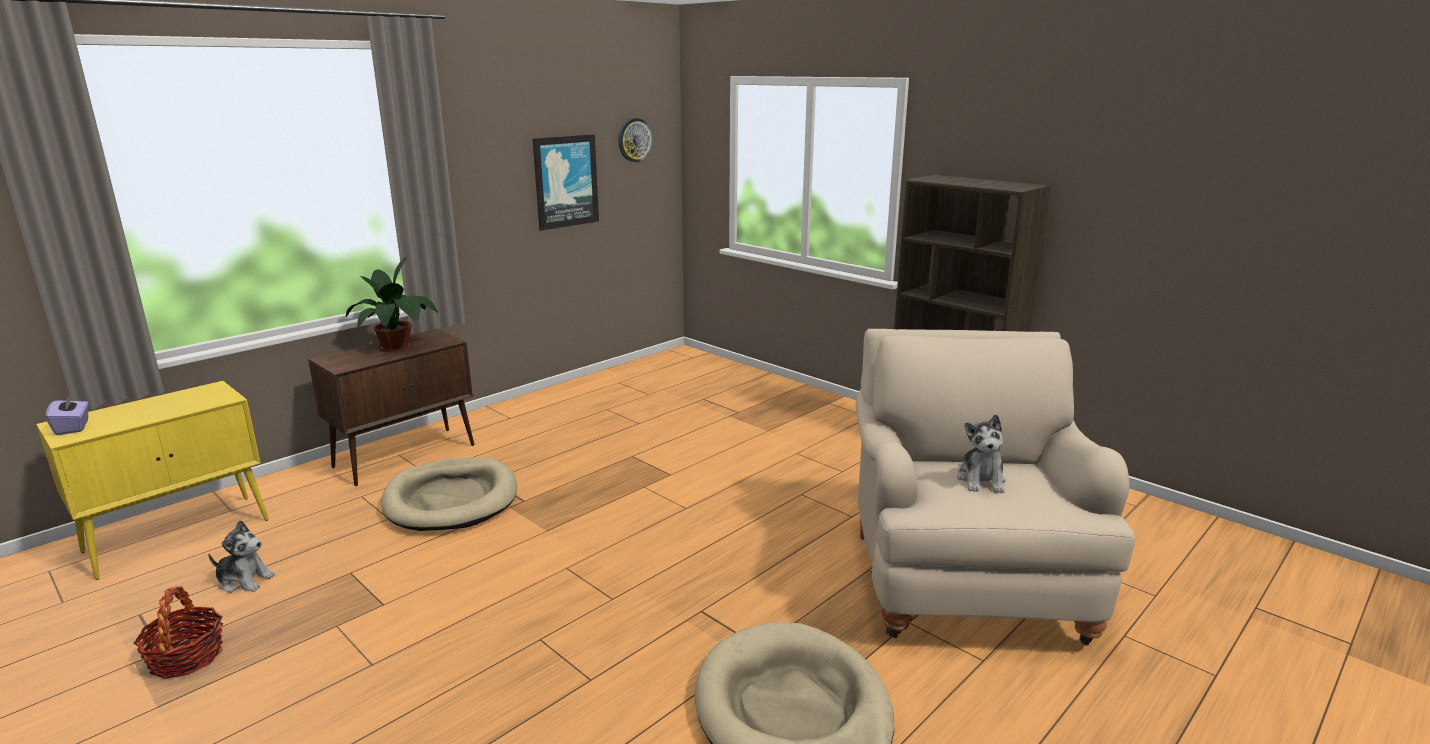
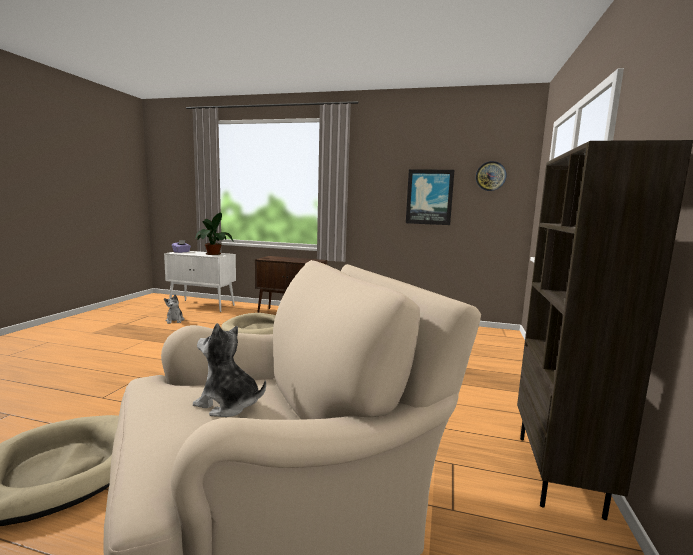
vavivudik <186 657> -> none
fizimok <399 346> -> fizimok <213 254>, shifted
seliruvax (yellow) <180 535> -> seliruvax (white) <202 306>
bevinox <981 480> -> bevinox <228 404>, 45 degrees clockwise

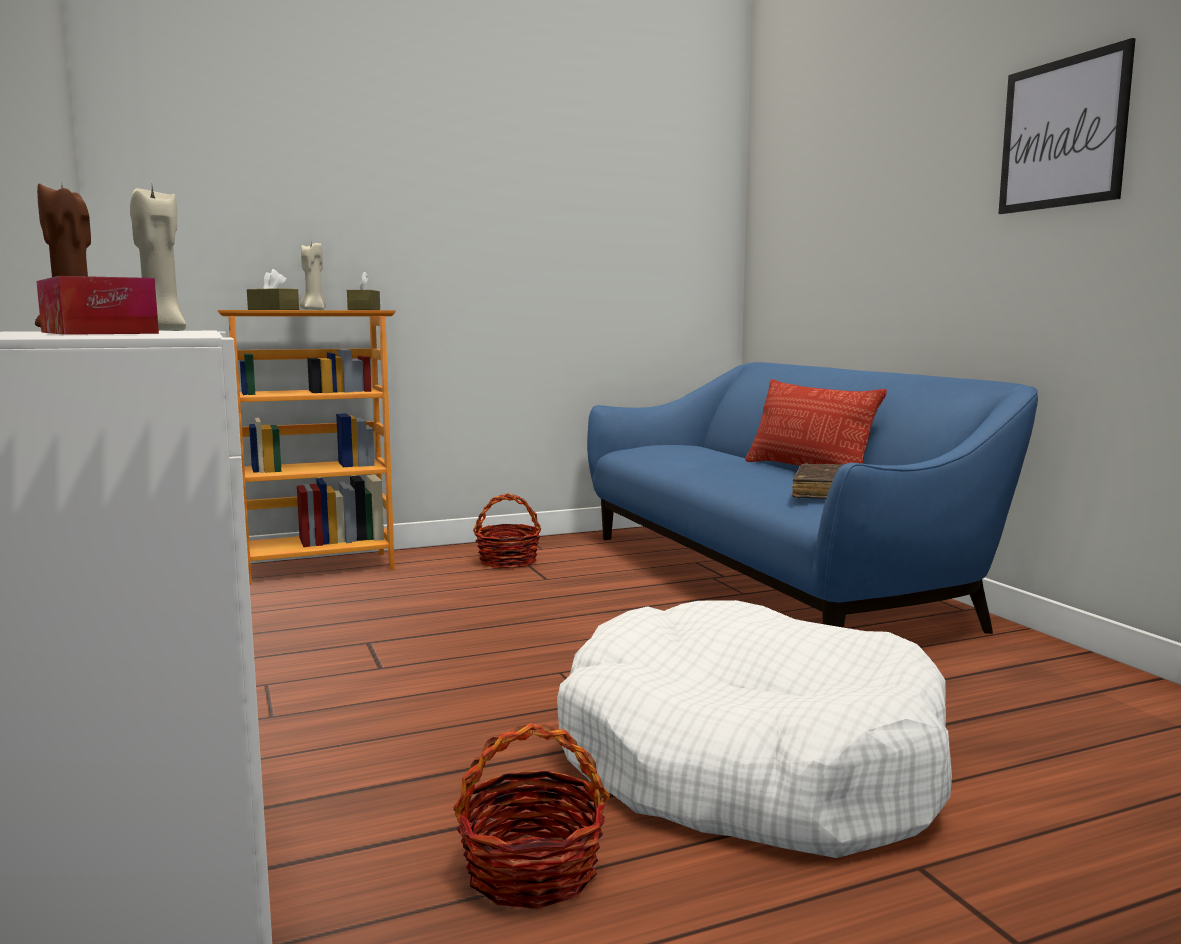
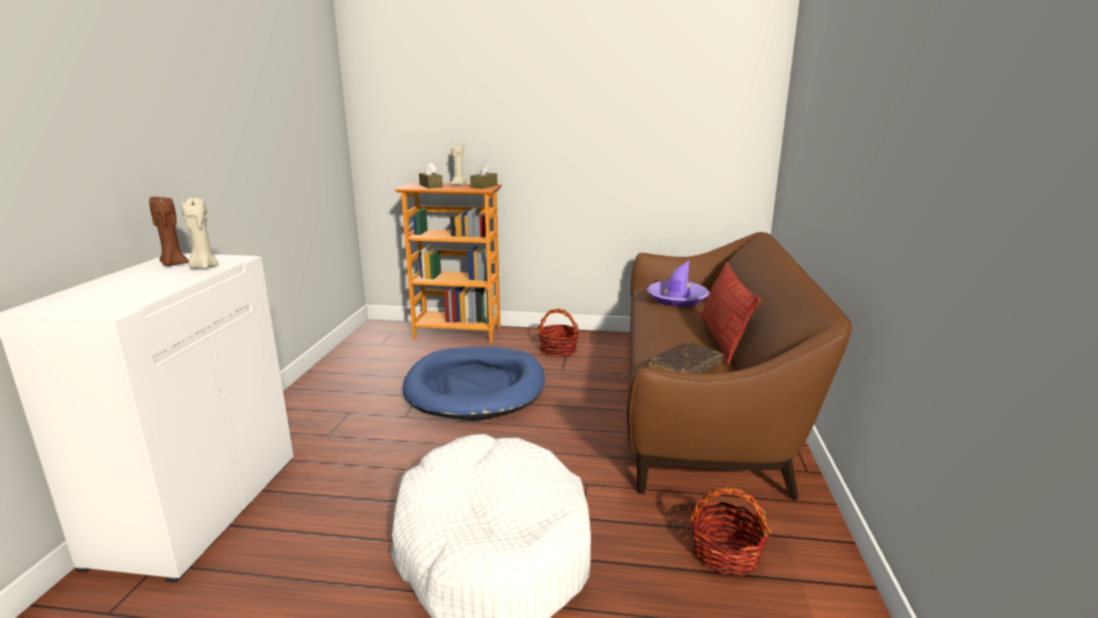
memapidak <97 333> -> none
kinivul <1062 133> -> none
none -> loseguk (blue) <475 387>
none -> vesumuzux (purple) <677 299>
vavivudik <531 871> -> vavivudik <725 554>, shifted
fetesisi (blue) <771 579> -> fetesisi (brown) <702 404>

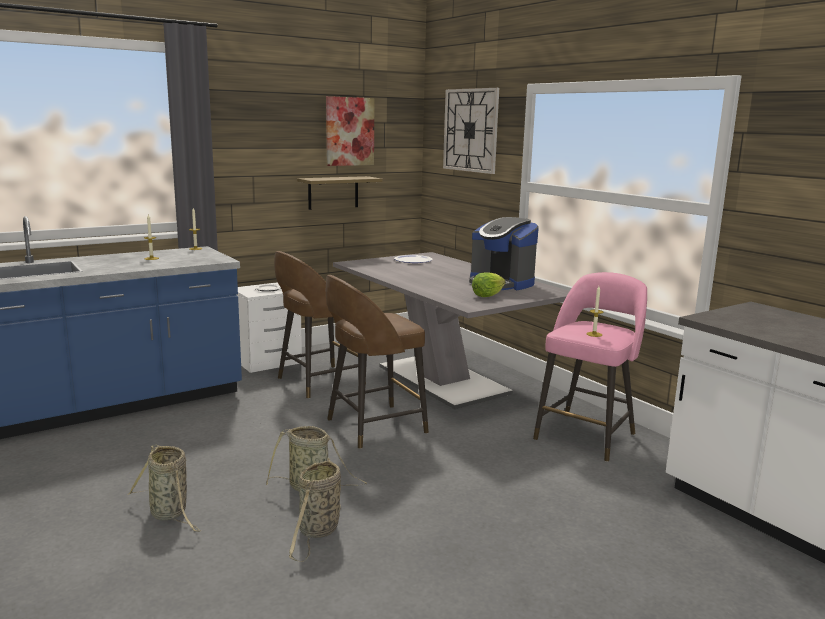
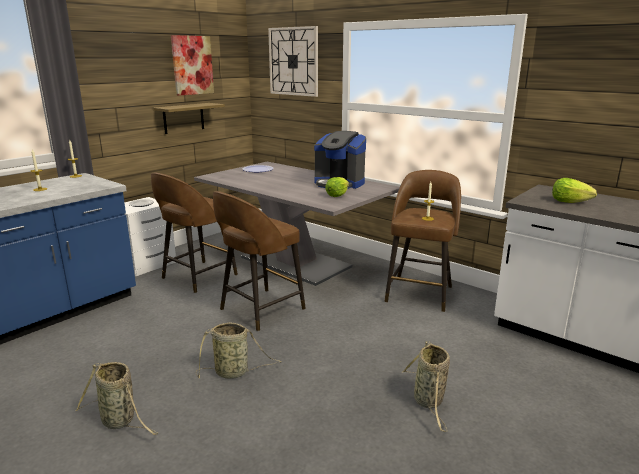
none -> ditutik <569 202>
vavivudik <318 532> -> vavivudik <429 402>, shifted
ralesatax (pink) <586 435> -> ralesatax (brown) <419 293>

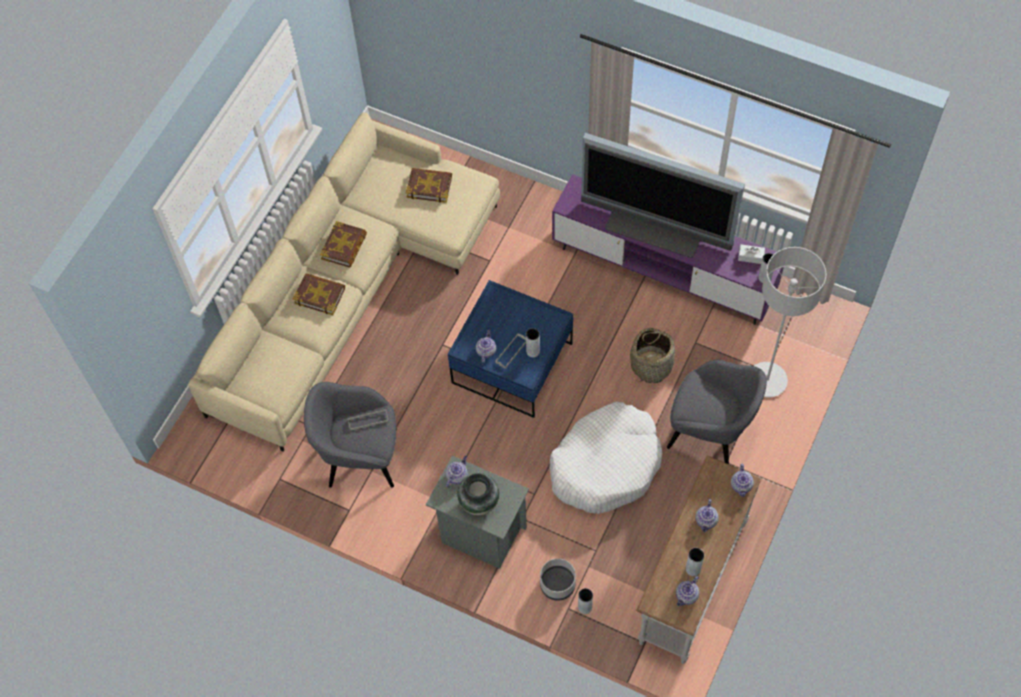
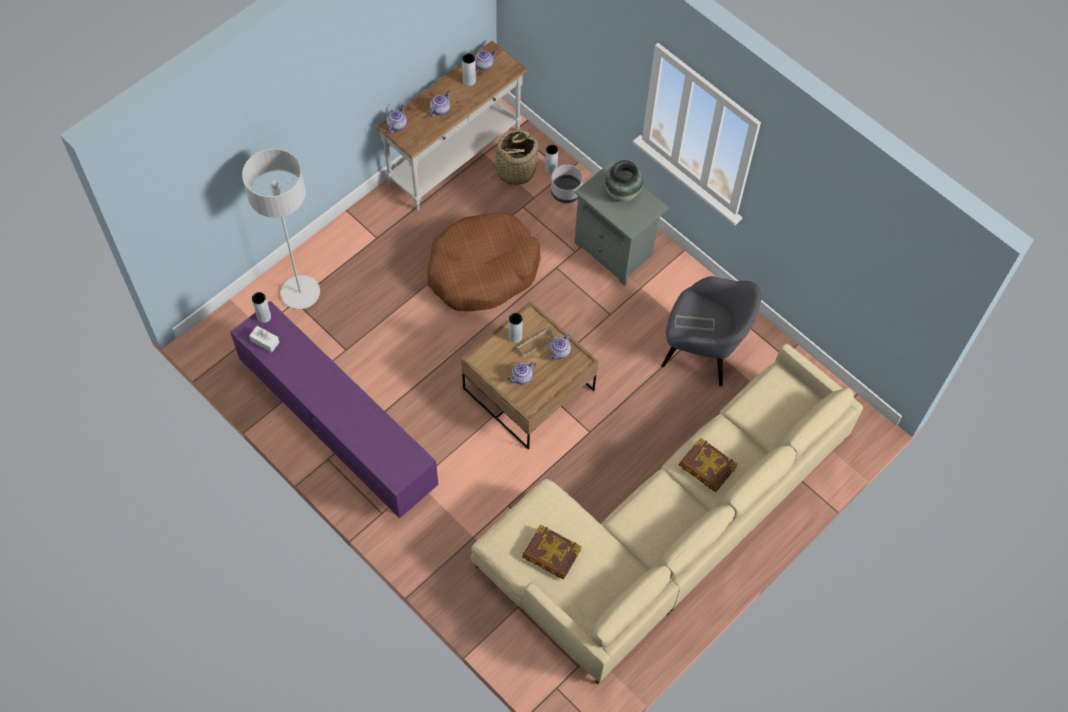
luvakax <344 247> -> none
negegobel <655 228> -> none
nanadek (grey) <710 432> -> none
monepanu <457 475> -> monepanu <521 377>, shifted
vavivudik <651 365> -> vavivudik <515 170>, shifted
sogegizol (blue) <512 363> -> sogegizol (brown) <528 389>
loseguk (white) <606 464> -> loseguk (brown) <482 270>

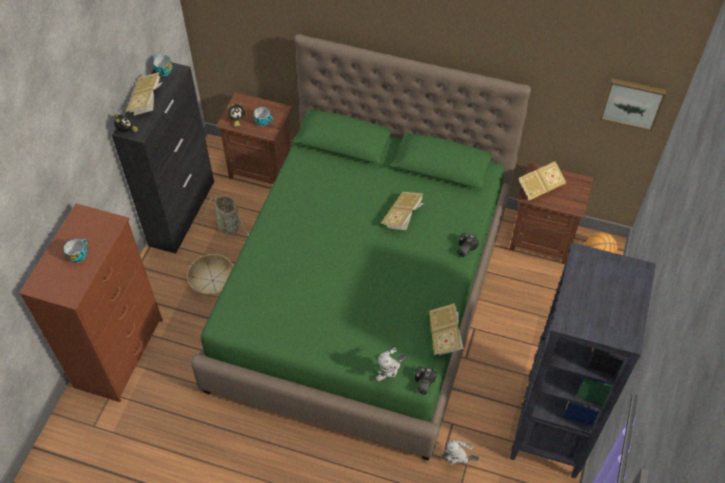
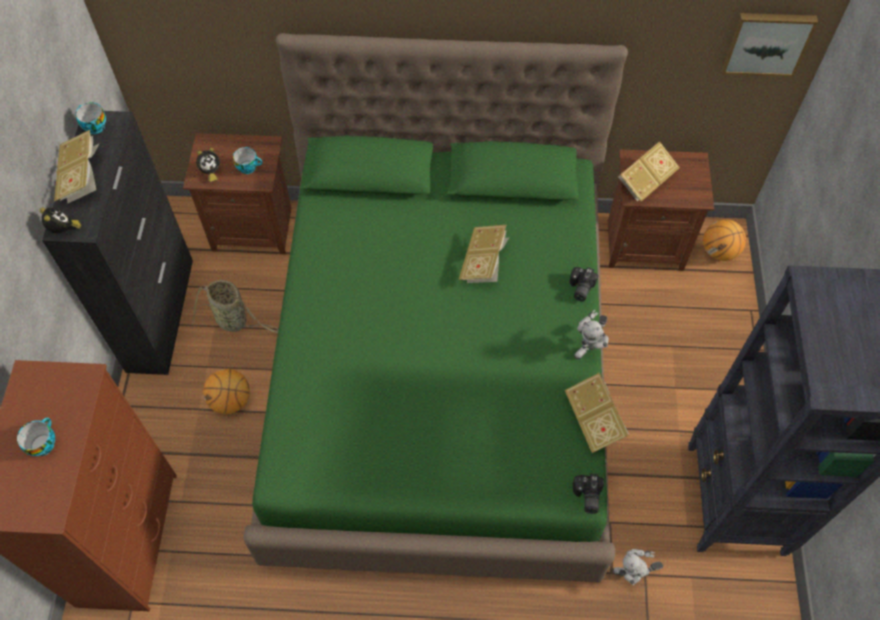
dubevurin <390 375> -> dubevurin <589 347>, shifted
vavivudik <212 280> -> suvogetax <231 401>

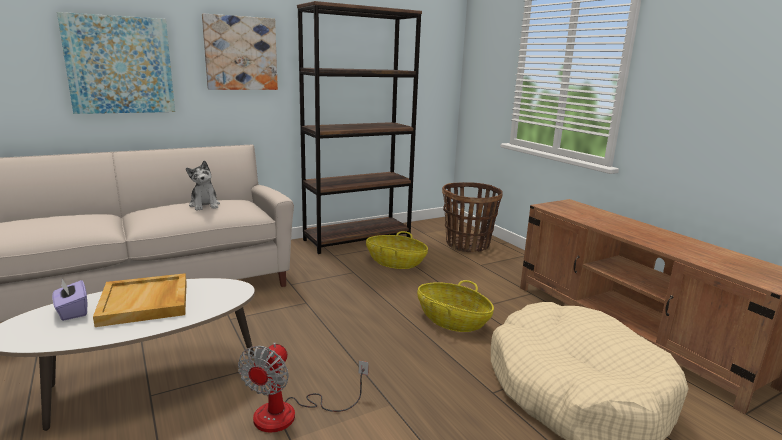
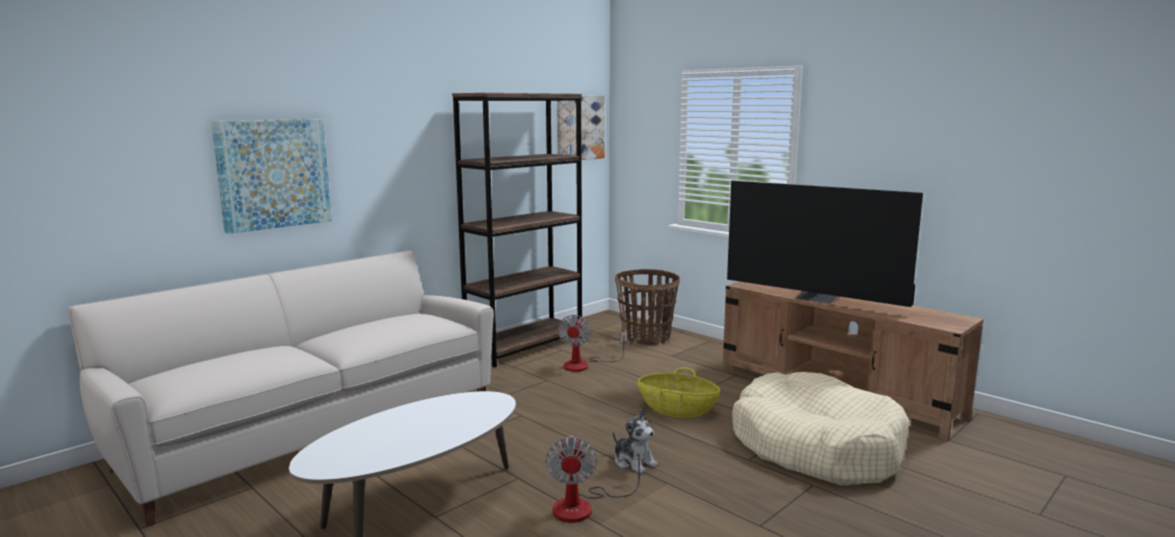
memapidak (purple) <72 311> -> none
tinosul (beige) <145 302> -> none
none -> negegobel <816 298>
bevinox <205 205> -> bevinox <634 462>, shifted
kinivul <240 53> -> kinivul <579 127>, shifted
vavivudik <395 262> -> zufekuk <584 365>

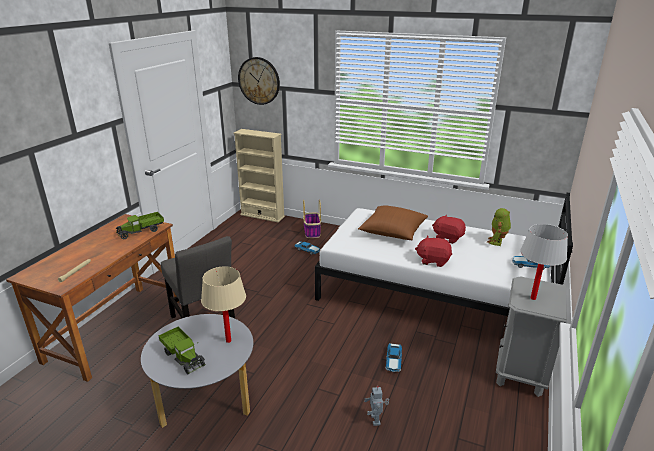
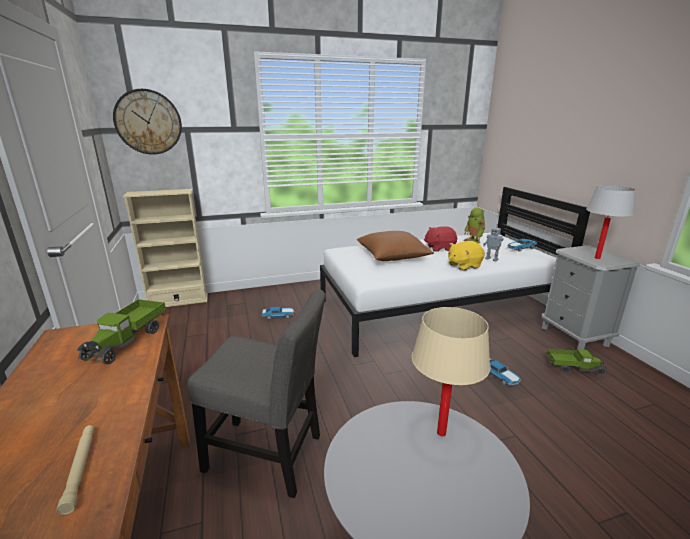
vavivudik <312 232> -> none
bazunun <183 356> -> bazunun <573 368>, shifted
dubevurin <376 420> -> dubevurin <492 259>, shifted
bevinox (red) <433 260> -> bevinox (yellow) <463 266>

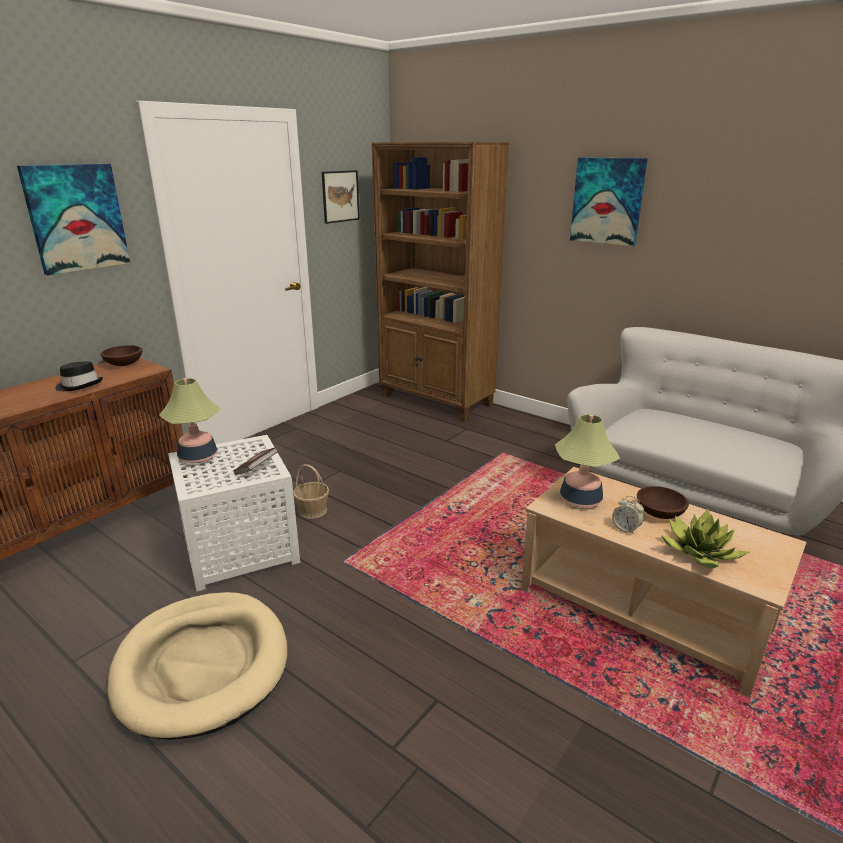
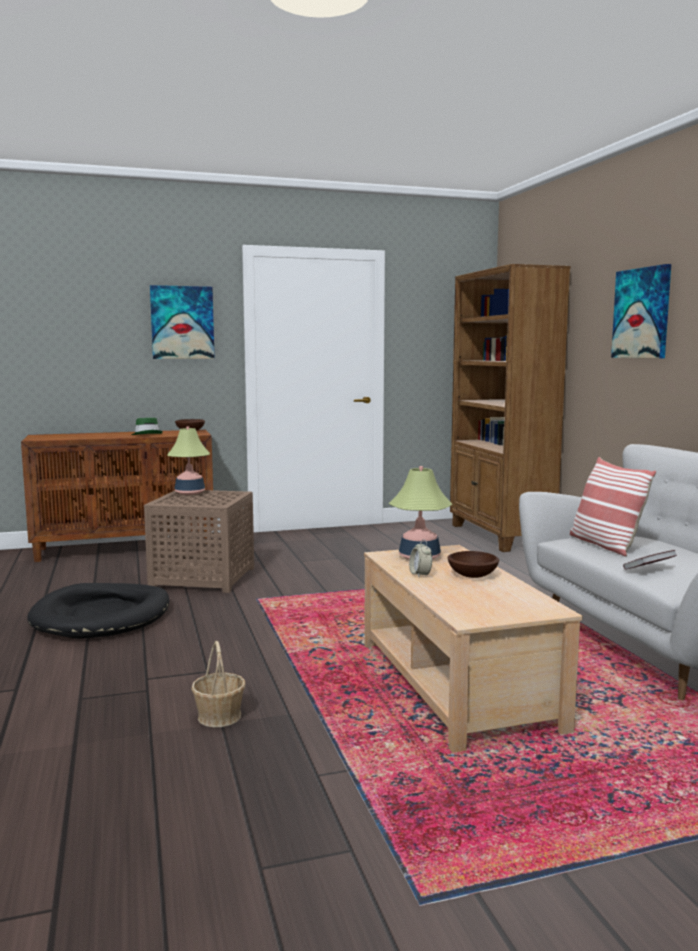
kinivul <340 196> -> none
fizimok <700 553> -> none
none -> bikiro <605 545>
luvakax <257 469> -> luvakax <649 569>, shifted
vavivudik <312 510> -> vavivudik <219 716>, shifted
vesumuzux (black) <79 385> -> vesumuzux (green) <146 434>
loseguk (beige) <202 665> -> loseguk (black) <102 616>
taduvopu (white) <241 547> -> taduvopu (brown) <205 577>

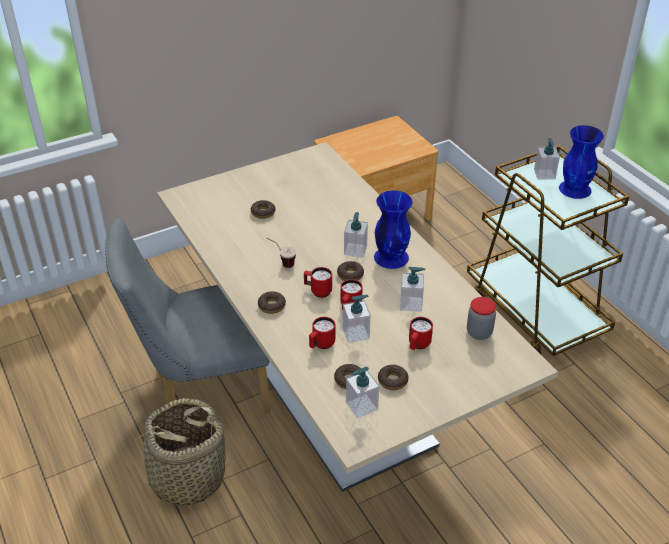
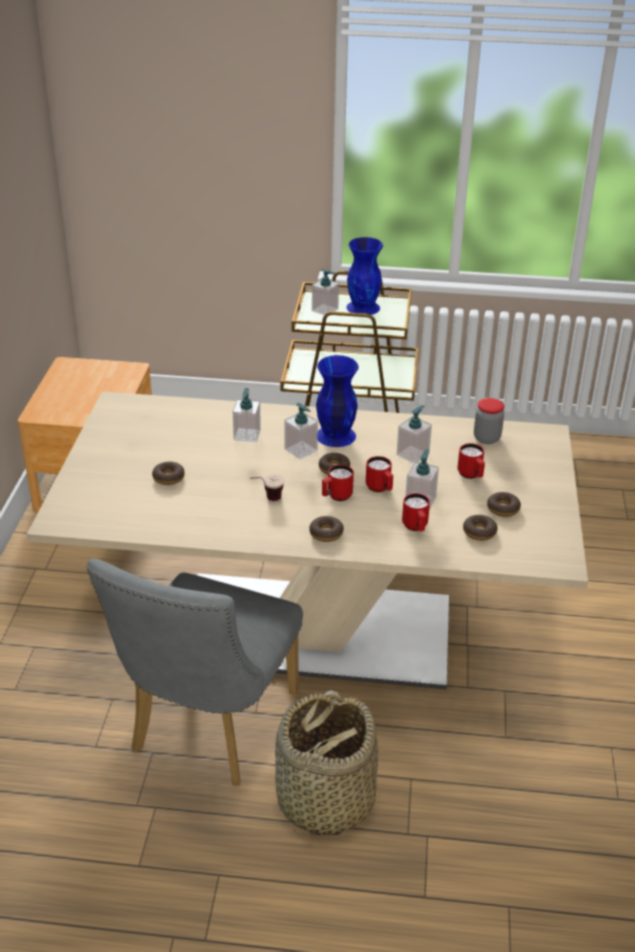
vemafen <361 406> -> vemafen <247 435>, shifted

